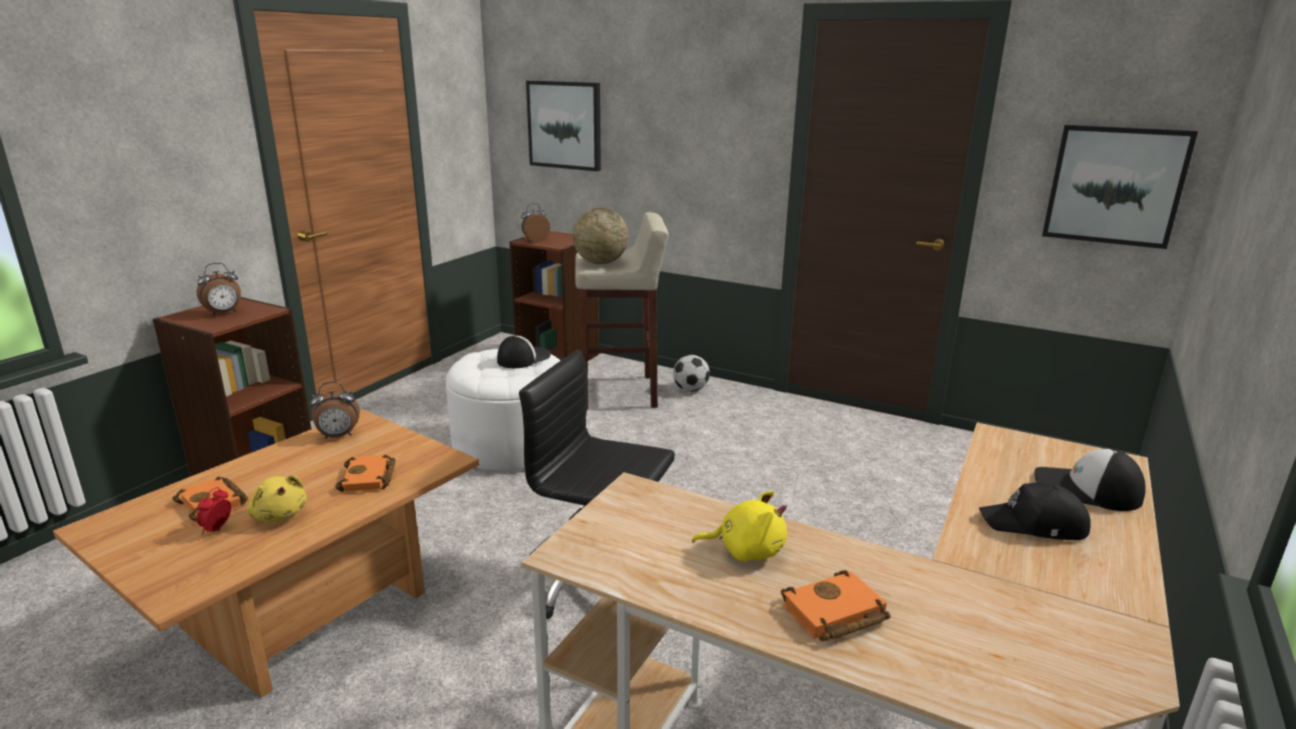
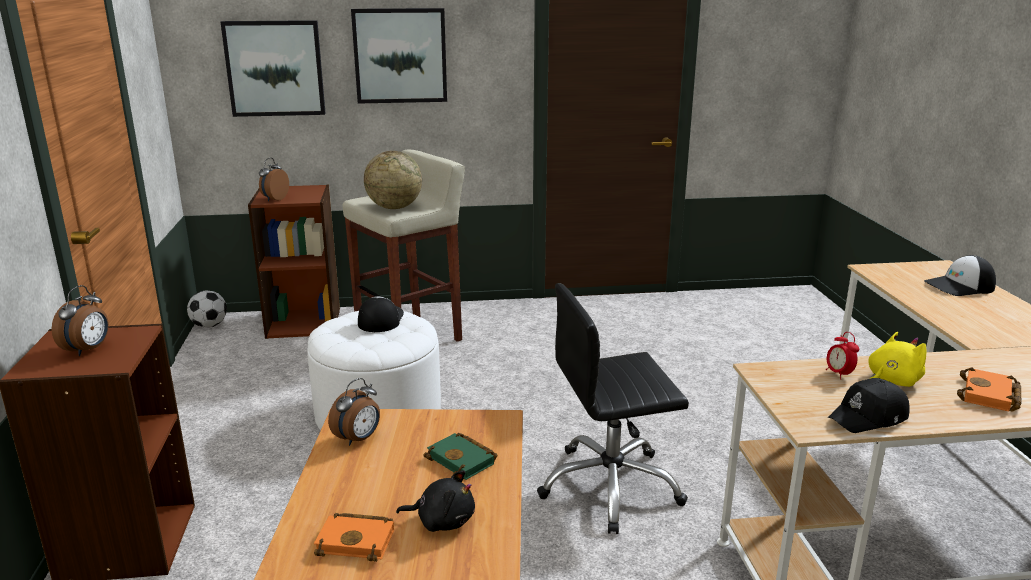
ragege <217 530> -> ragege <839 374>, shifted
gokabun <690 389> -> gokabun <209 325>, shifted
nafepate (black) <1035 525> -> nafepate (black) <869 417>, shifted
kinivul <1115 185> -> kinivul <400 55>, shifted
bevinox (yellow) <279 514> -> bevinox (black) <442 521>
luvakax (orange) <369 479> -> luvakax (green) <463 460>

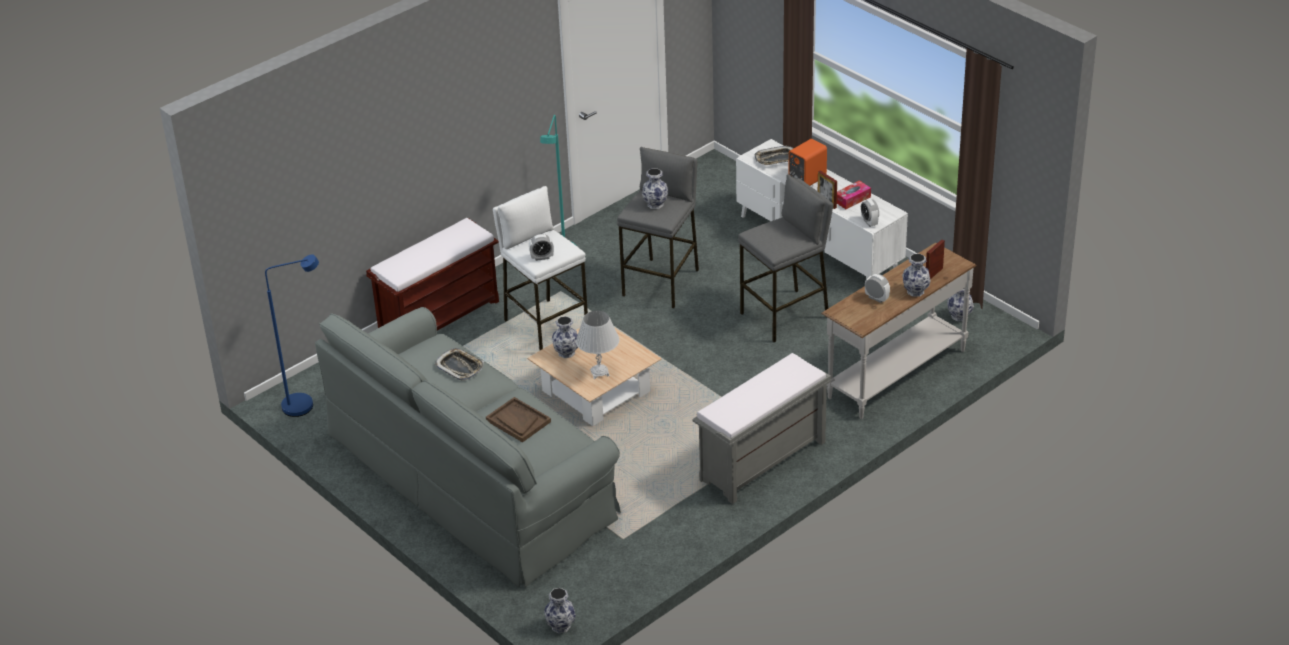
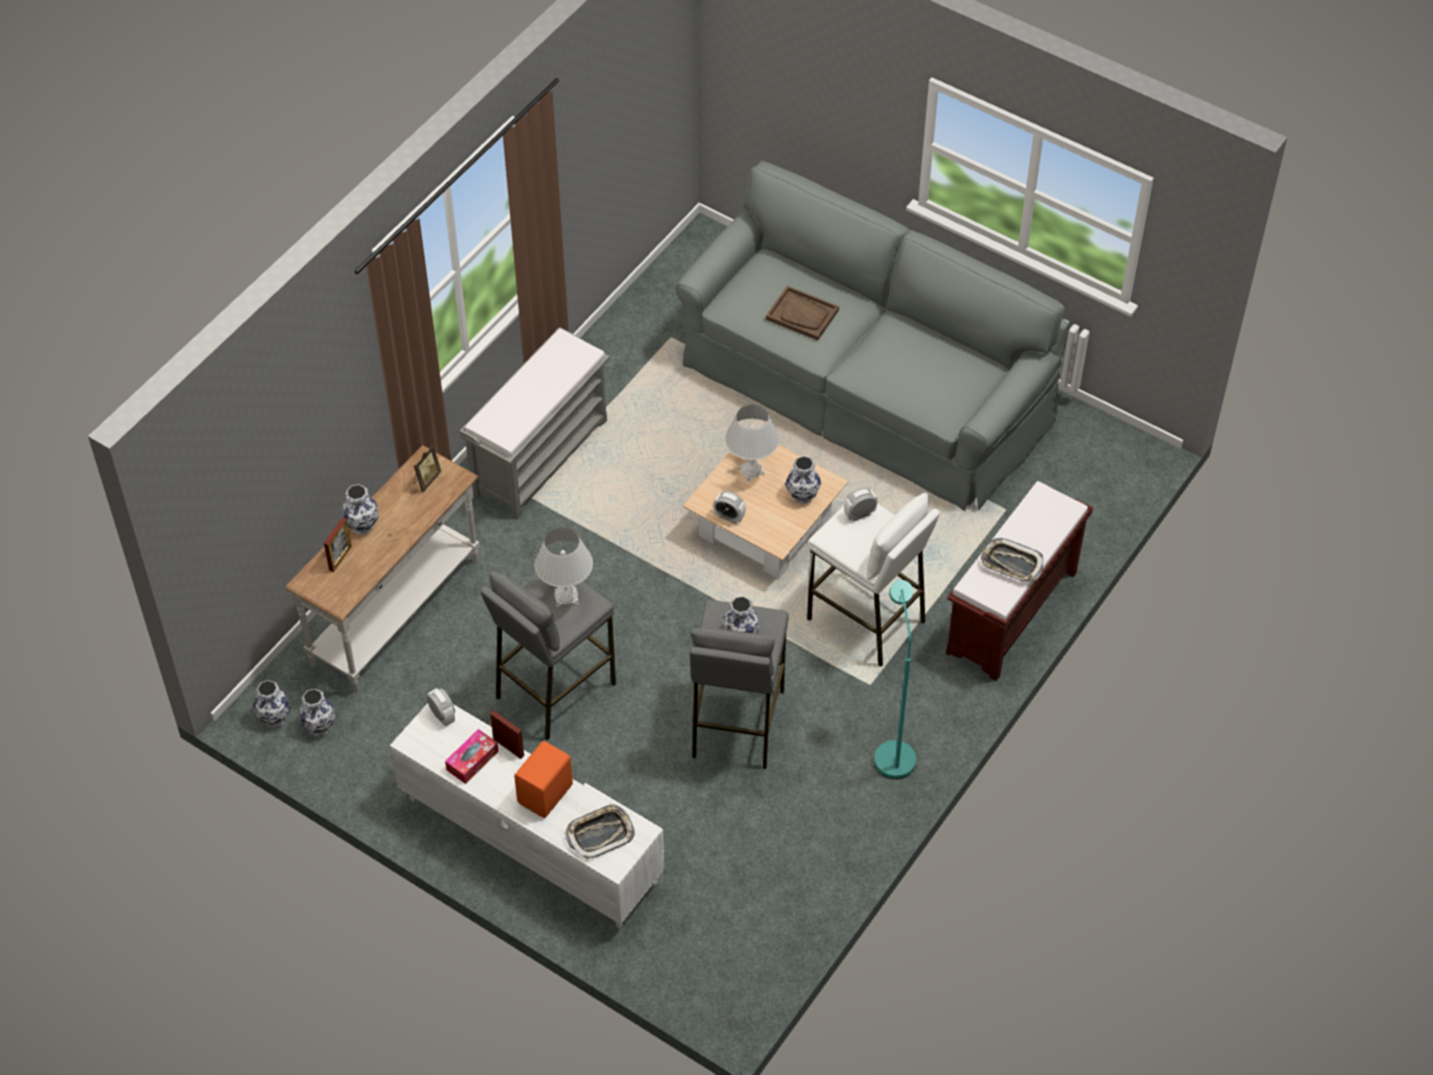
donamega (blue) <306 404> -> none
none -> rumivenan <426 480>
none -> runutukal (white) <566 596>
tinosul <460 367> -> tinosul <1011 563>, shifted
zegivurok <561 626> -> zegivurok <274 717>, shifted
ragege <876 298> -> ragege <729 517>, shifted

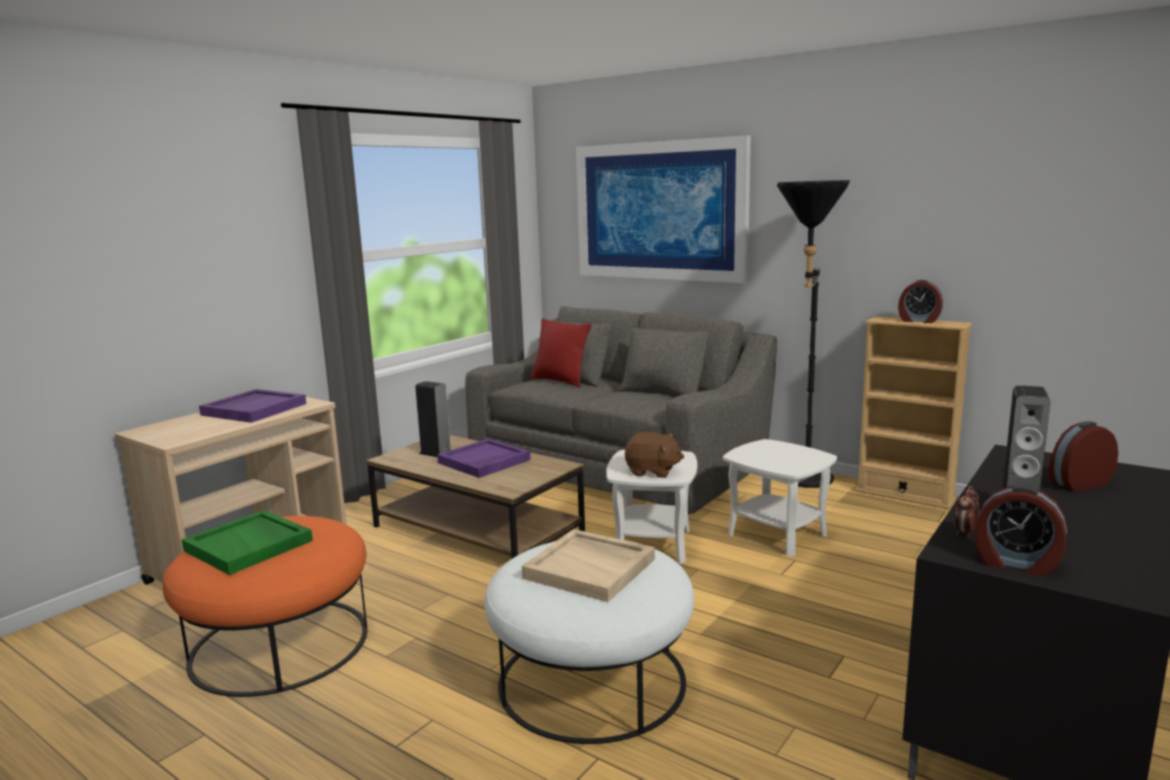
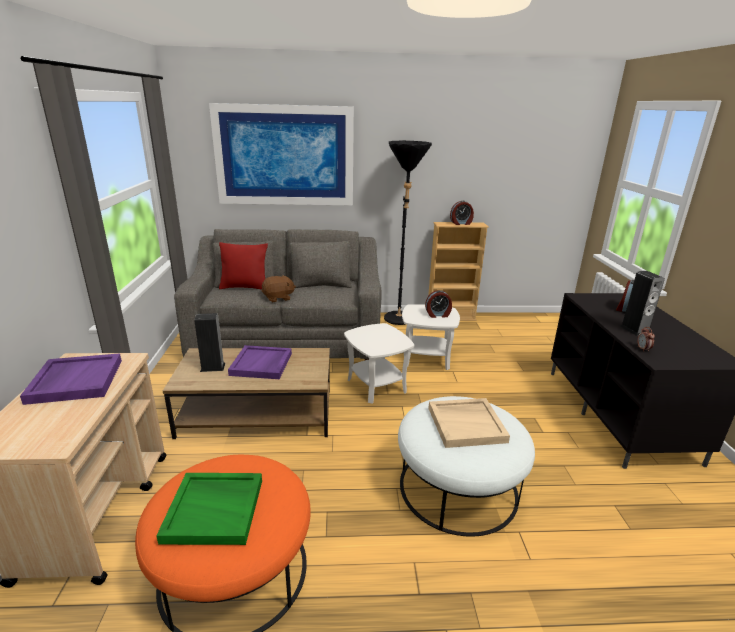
bevinox (brown) <652 471> -> bevinox (brown) <278 298>, shifted
ragege <1016 563> -> ragege <438 315>, shifted

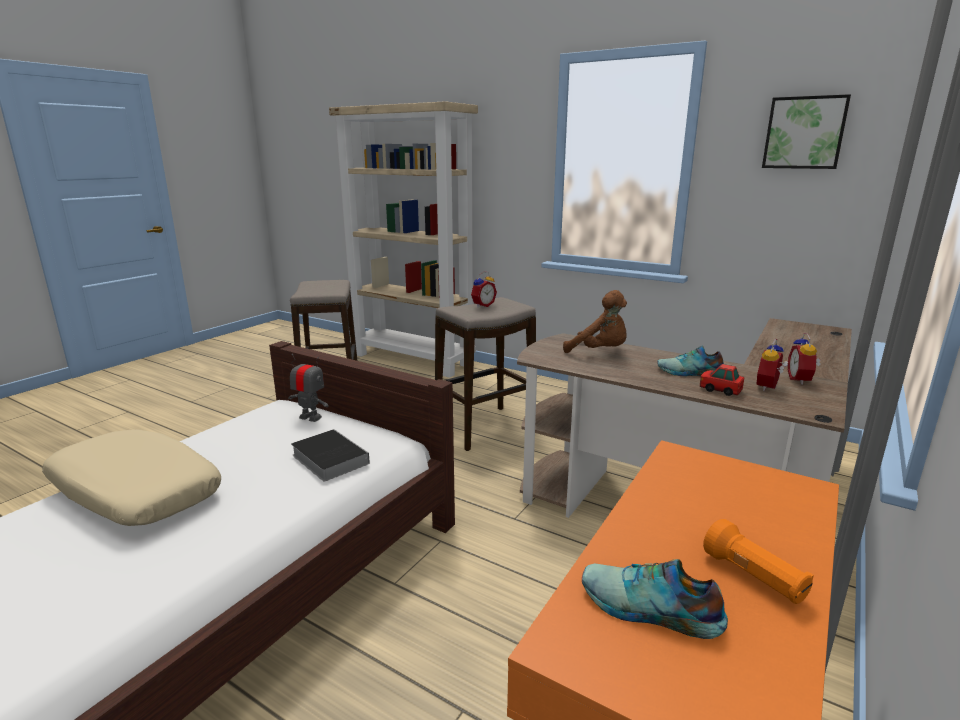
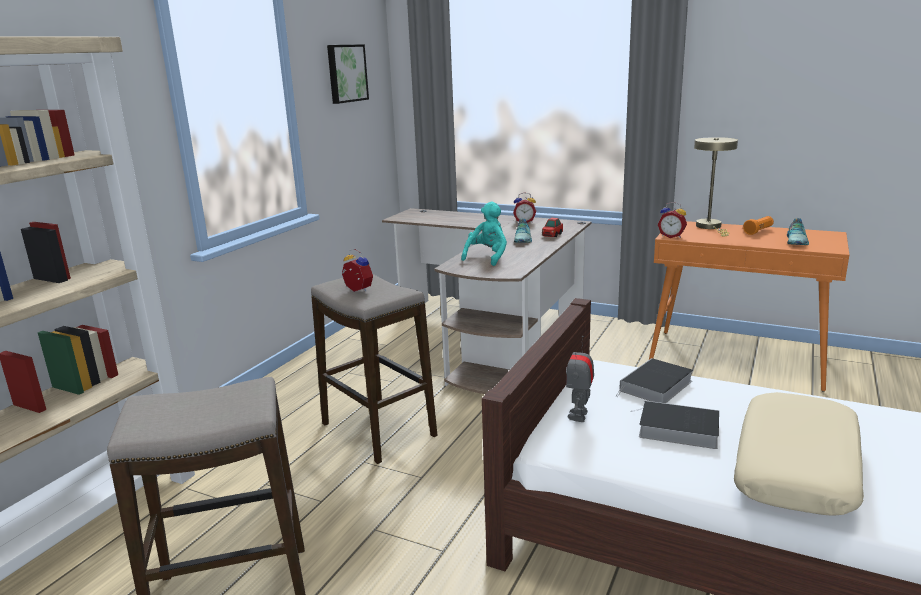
none -> luvakax <675 429>
none -> runutukal (beige) <710 227>
ragege <769 387> -> ragege <671 236>, shifted
bevinox (brown) <599 352> -> bevinox (turquoise) <487 257>

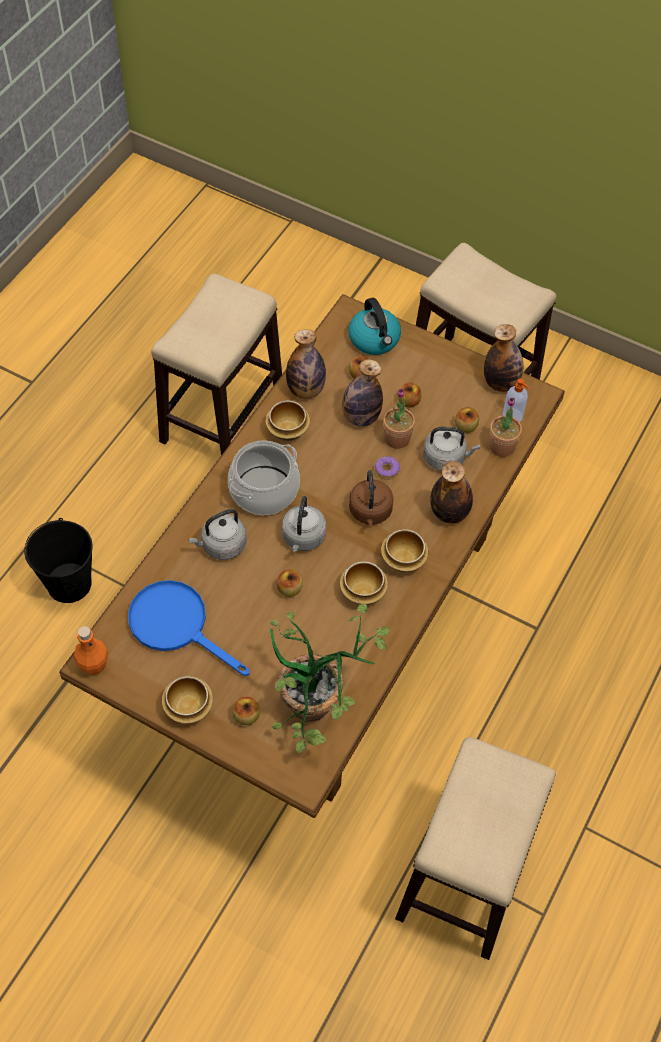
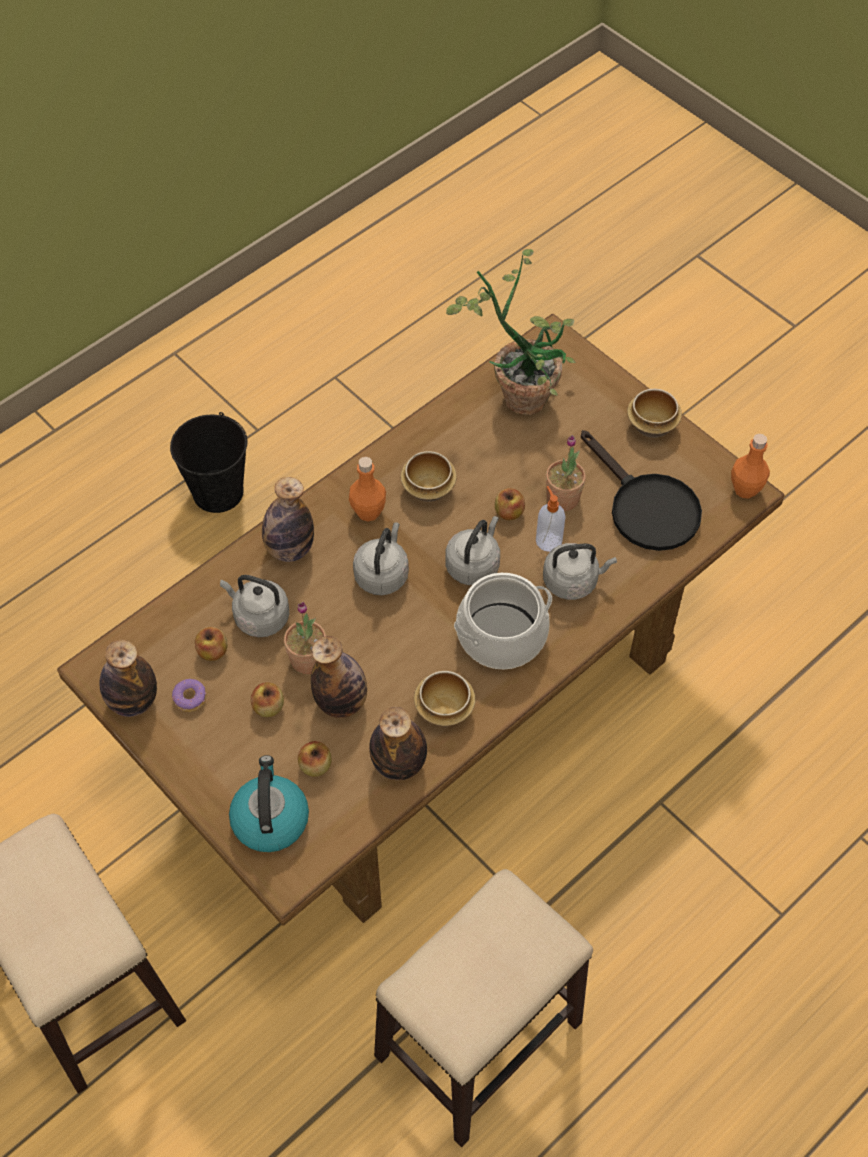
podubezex <246 716> -> none
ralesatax <465 877> -> none
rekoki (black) <69 583> -> rekoki (black) <217 492>, shifted
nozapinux <386 470> -> nozapinux <190 698>, shifted
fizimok <502 446> -> fizimok <563 498>, shifted
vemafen <513 416> -> vemafen <548 540>, shifted
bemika <403 559> -> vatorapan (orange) <368 512>
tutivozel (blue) <177 625> -> tutivozel (black) <645 507>
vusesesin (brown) <370 512> -> vusesesin (grey) <382 574>

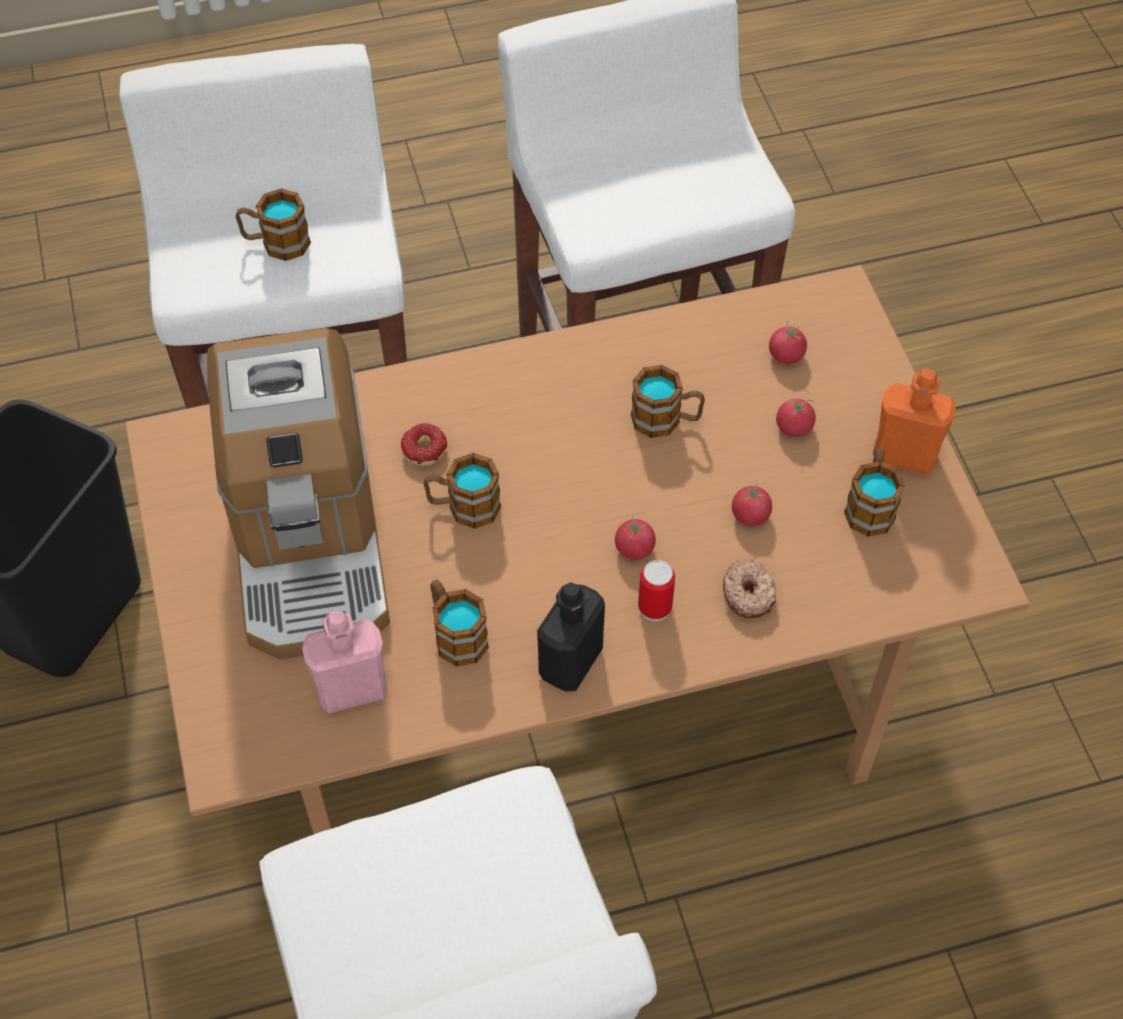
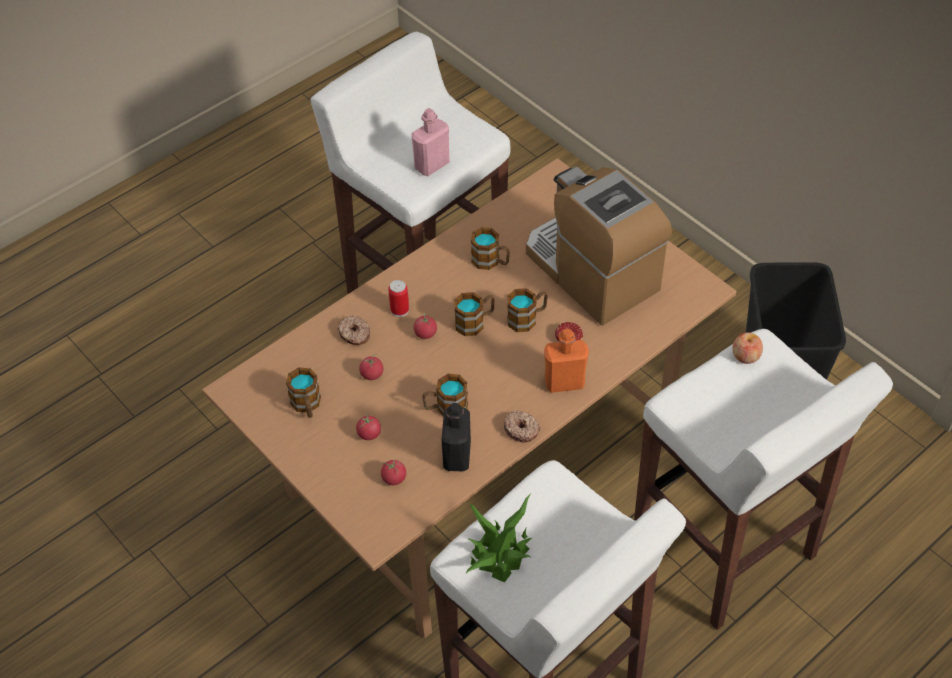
none -> fizimok <501 552>
none -> nozapinux <521 429>
none -> podubezex <746 355>
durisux <276 243> -> durisux <475 322>, shifted
vatorapan (pink) <352 690> -> vatorapan (pink) <432 165>, shifted
vatorapan (black) <570 662> -> vatorapan (black) <457 456>, shifted
vatorapan (orange) <904 455> -> vatorapan (orange) <564 383>, shifted

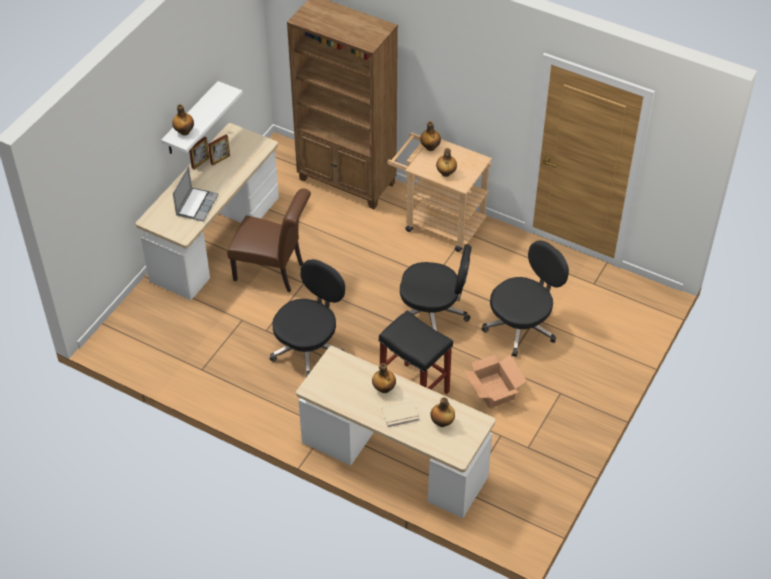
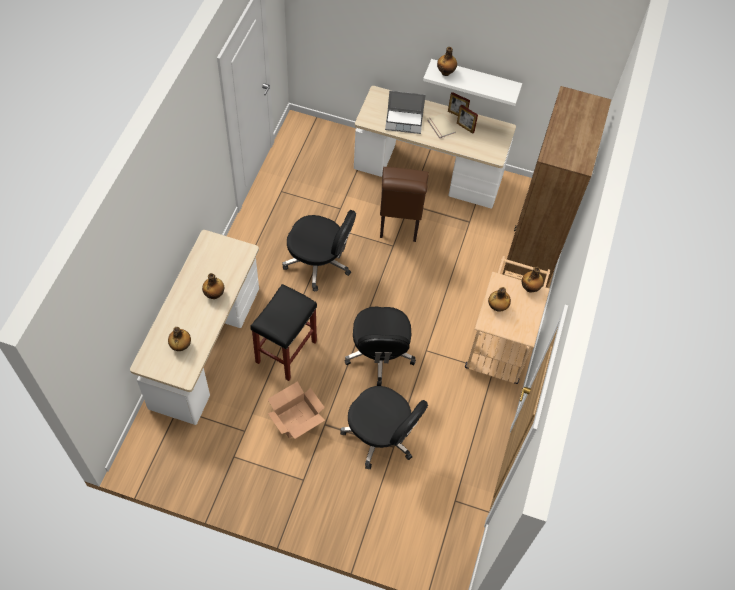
luvakax (beige) <401 415> -> luvakax (beige) <440 127>, shifted

